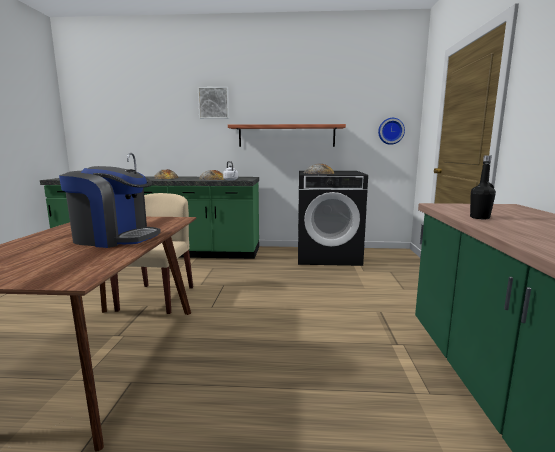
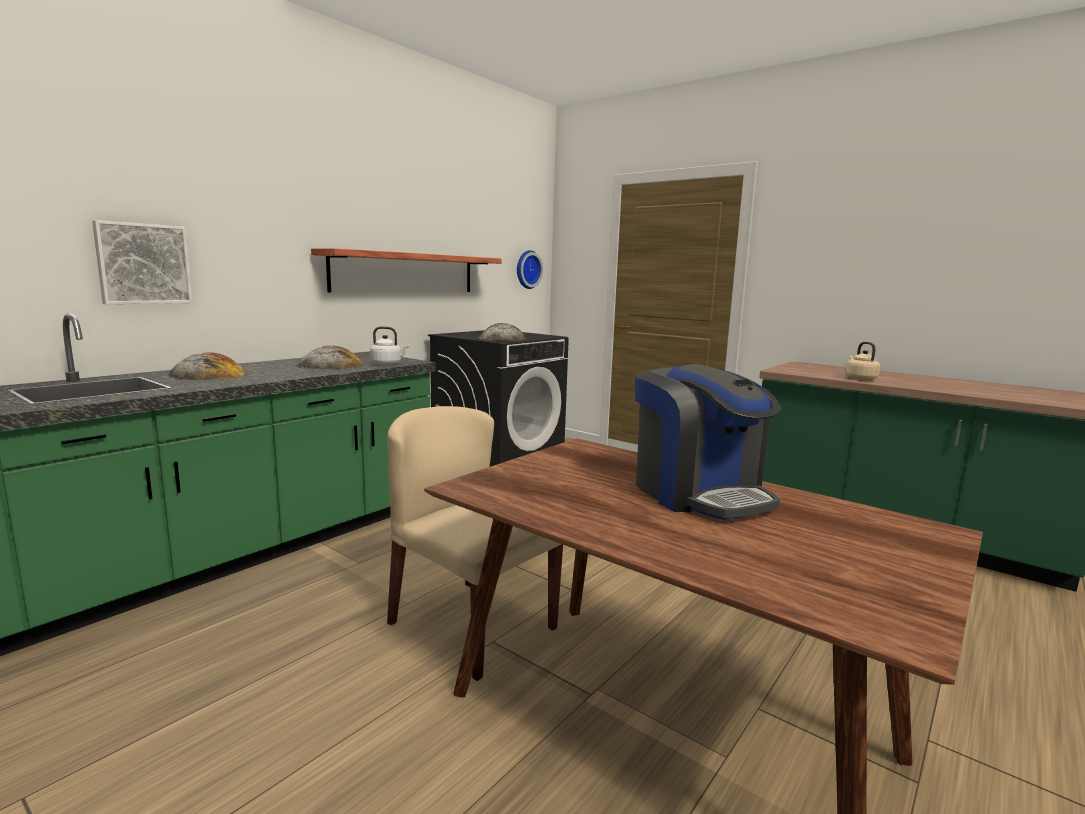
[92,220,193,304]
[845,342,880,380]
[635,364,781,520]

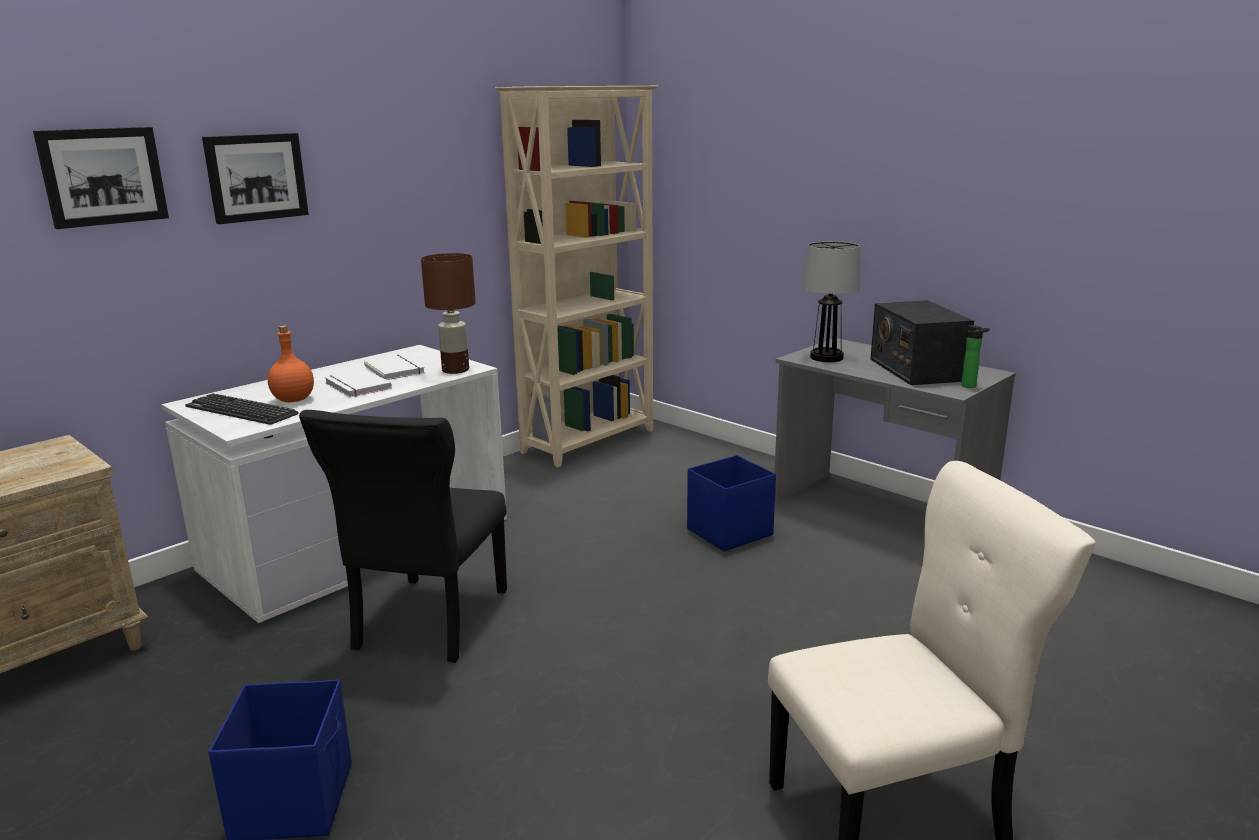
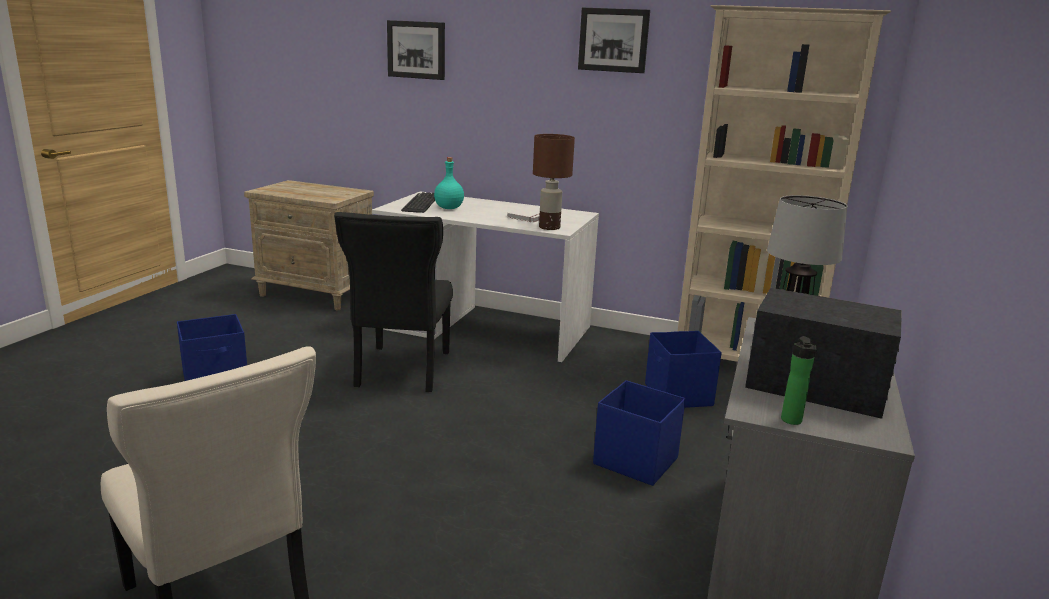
[325,369,392,397] (first image)
[645,331,722,408]
[578,8,650,73]
[434,157,464,209]
[334,212,453,392]
[745,288,902,419]

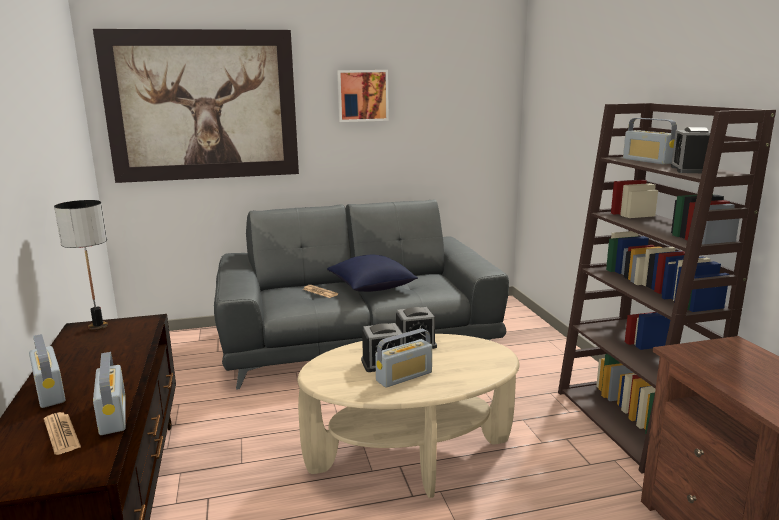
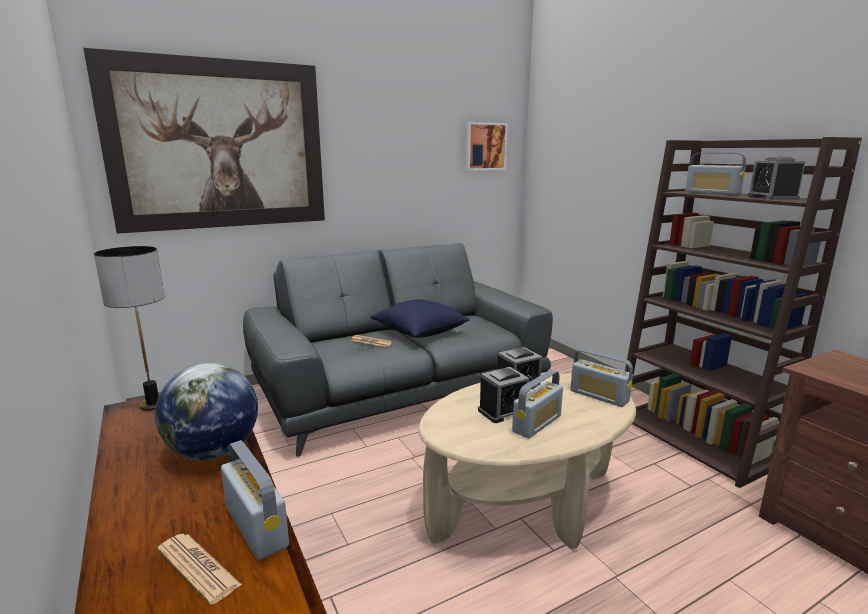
[155,363,258,460]
[571,349,633,407]
[465,122,508,171]

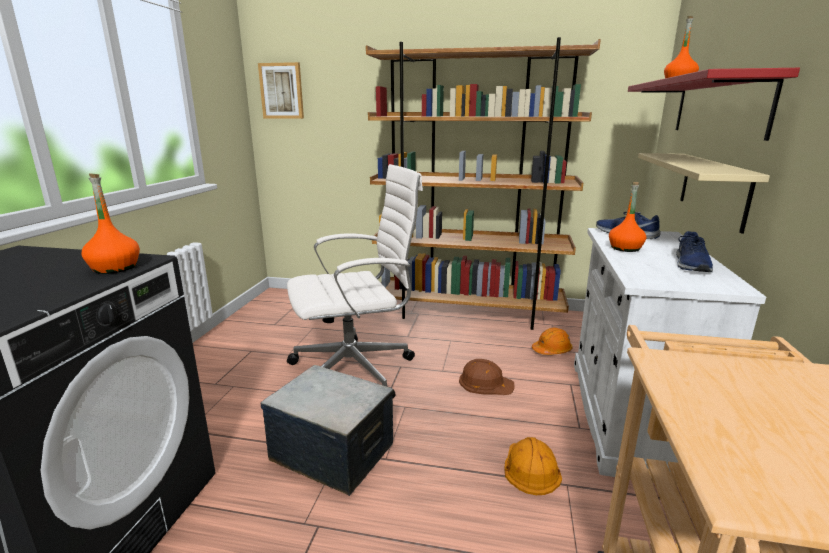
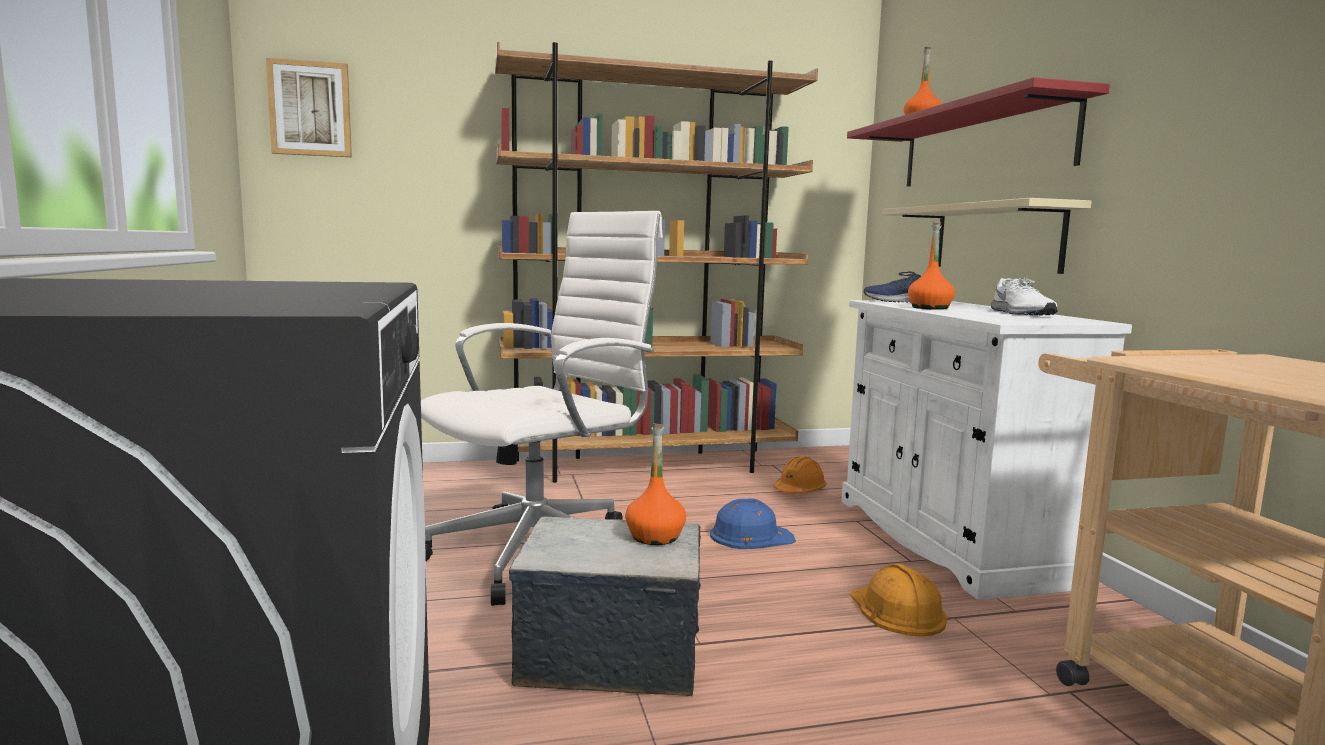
[625,424,686,545]
[710,499,796,549]
[991,277,1058,315]

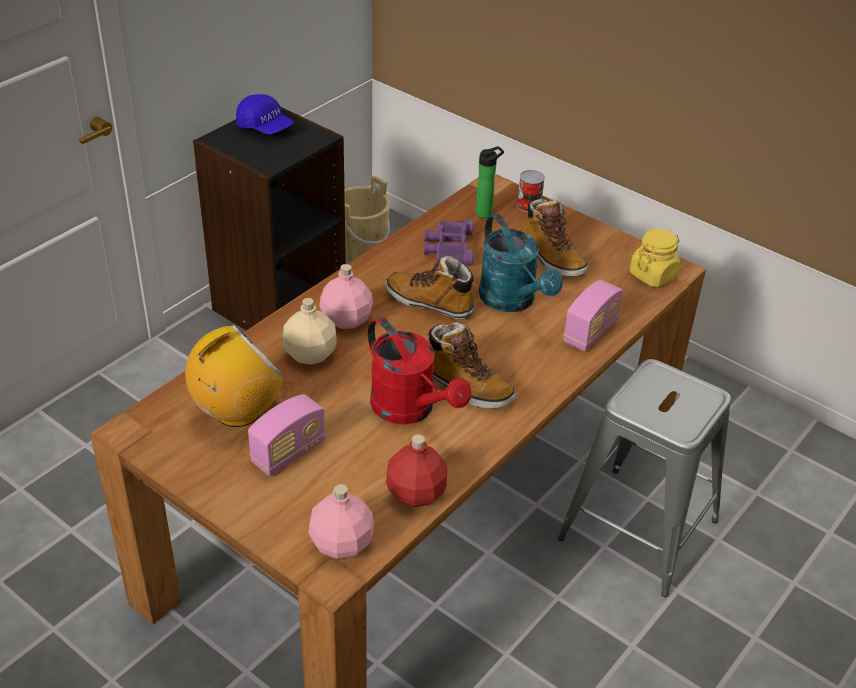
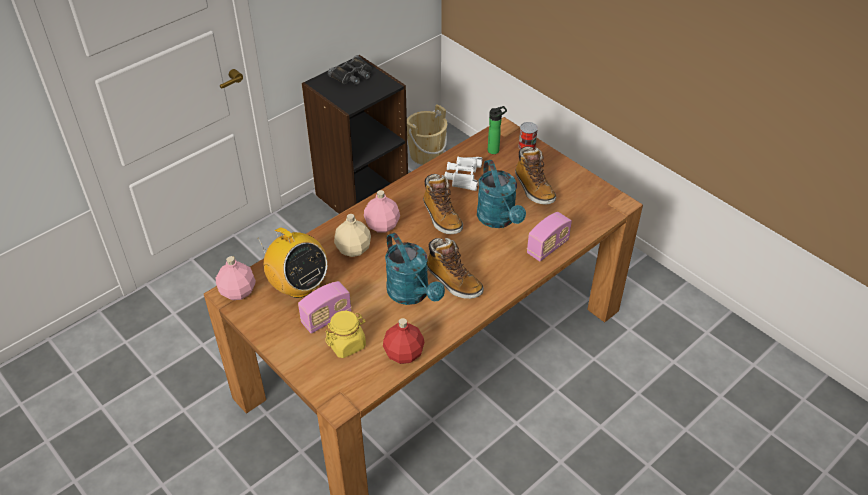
[558,359,731,597] (first image)
[216,256,256,300]
[325,311,366,358]
[328,55,372,85]
[385,233,445,305]
[445,157,482,191]
[258,228,328,298]
[423,174,463,234]

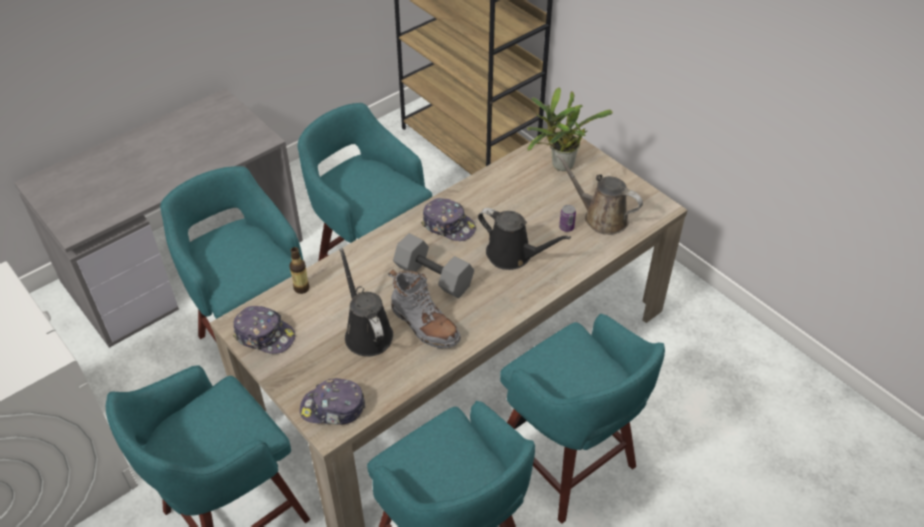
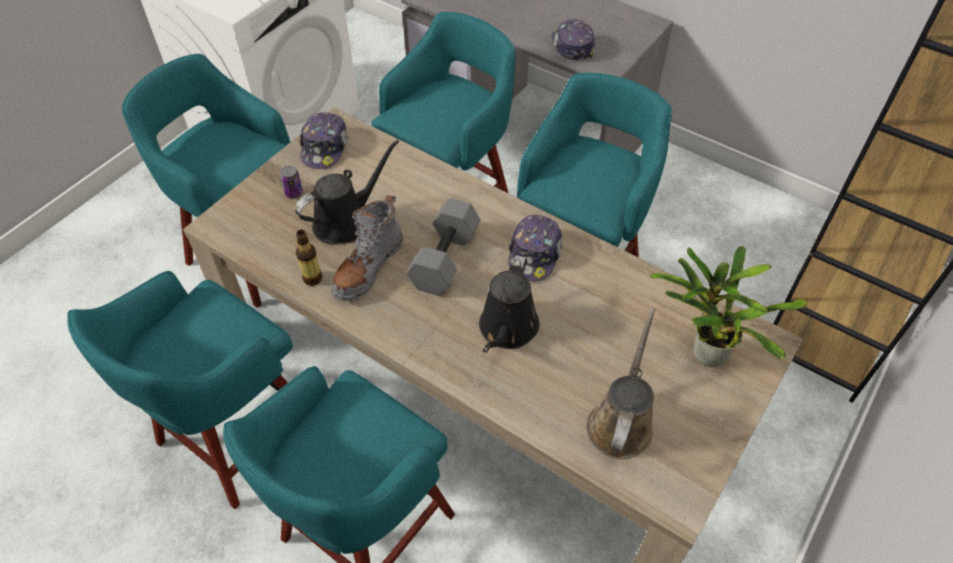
[296,230,322,286]
[551,19,595,60]
[280,165,303,198]

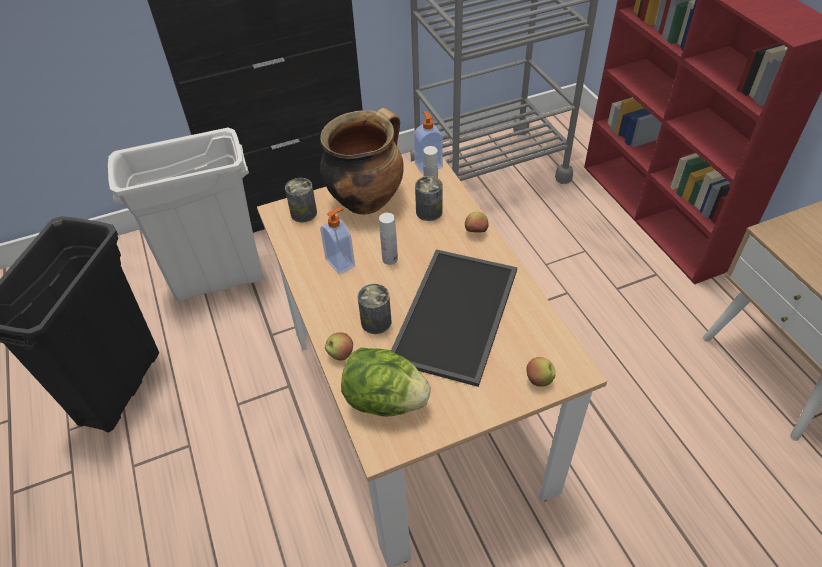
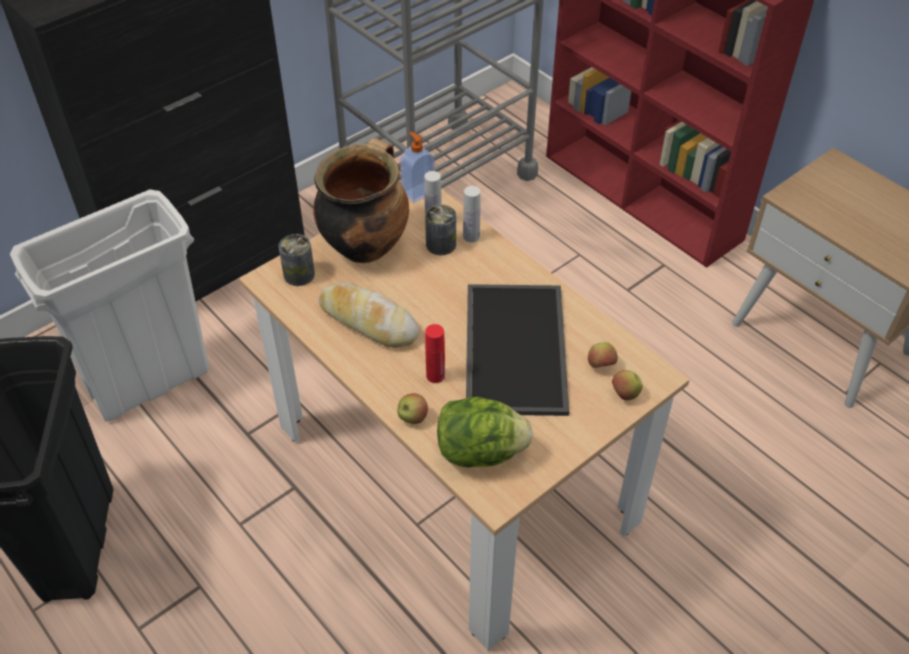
[463,186,481,243]
[588,342,618,368]
[319,282,419,348]
[425,324,445,383]

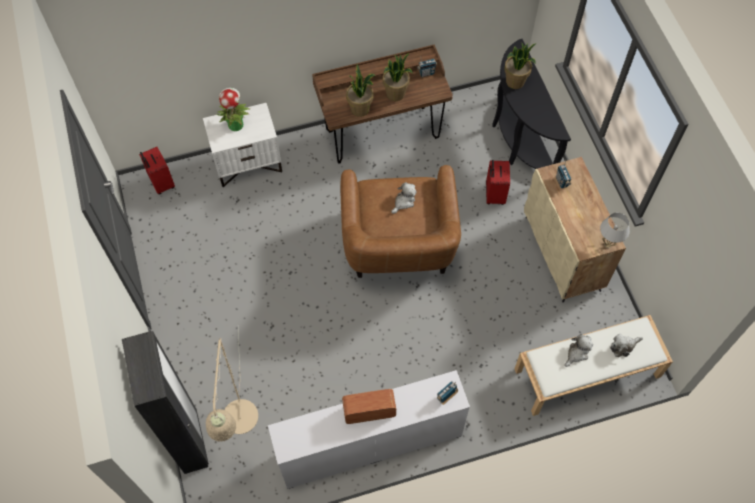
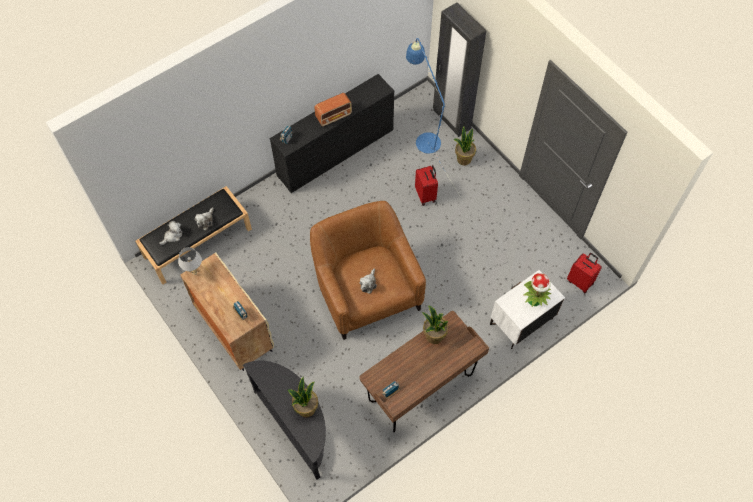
[453,127,476,165]
[415,165,438,206]
[406,38,461,197]
[270,74,395,193]
[135,186,252,285]

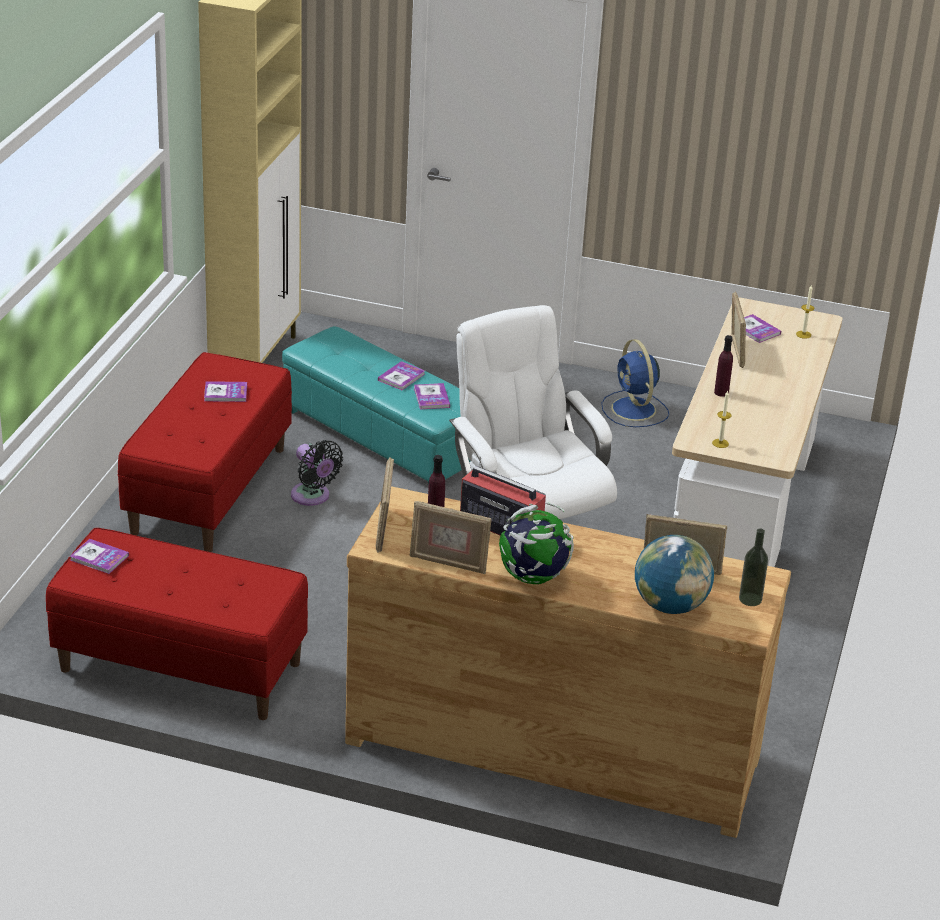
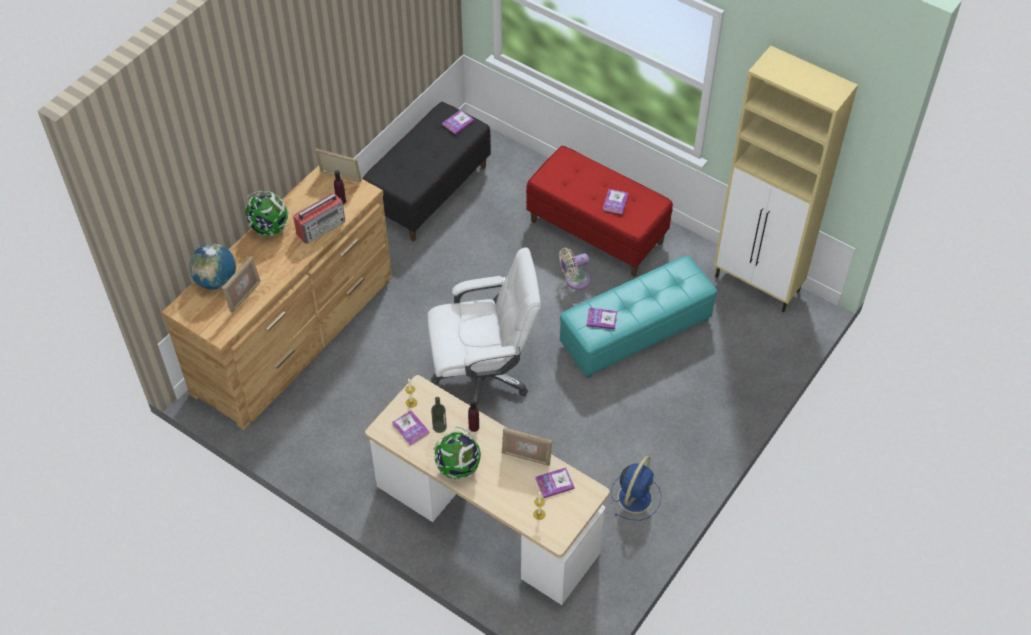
[410,501,492,574] (first image)
[433,427,481,480]
[392,411,430,445]
[431,397,447,433]
[363,102,491,241]
[559,248,591,290]
[611,456,662,521]

